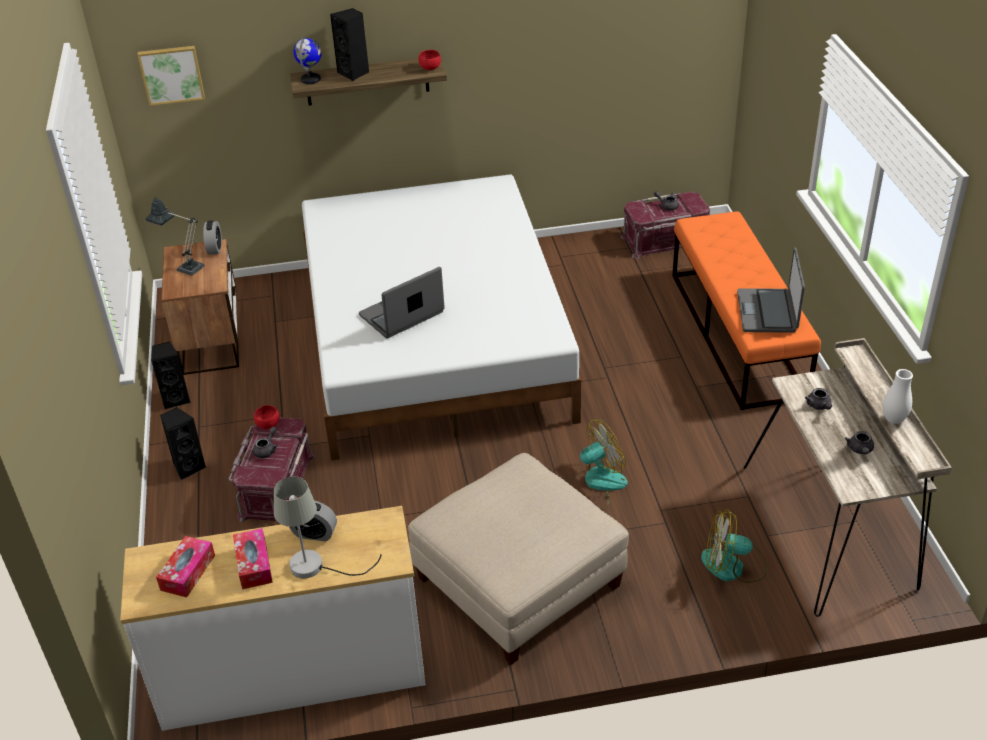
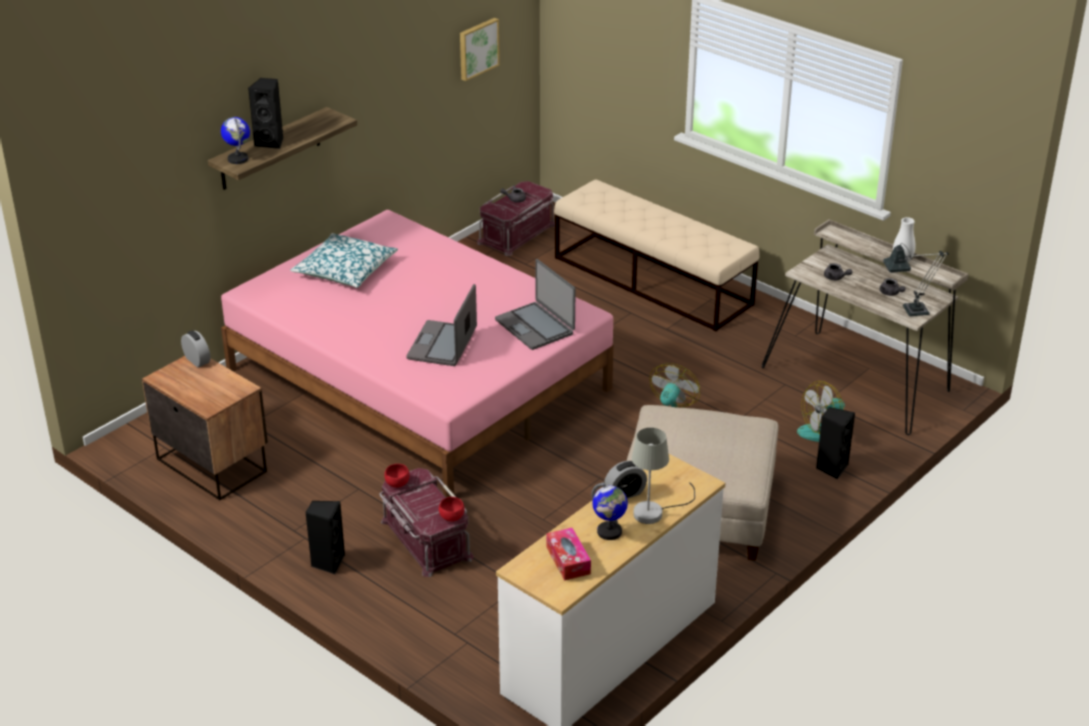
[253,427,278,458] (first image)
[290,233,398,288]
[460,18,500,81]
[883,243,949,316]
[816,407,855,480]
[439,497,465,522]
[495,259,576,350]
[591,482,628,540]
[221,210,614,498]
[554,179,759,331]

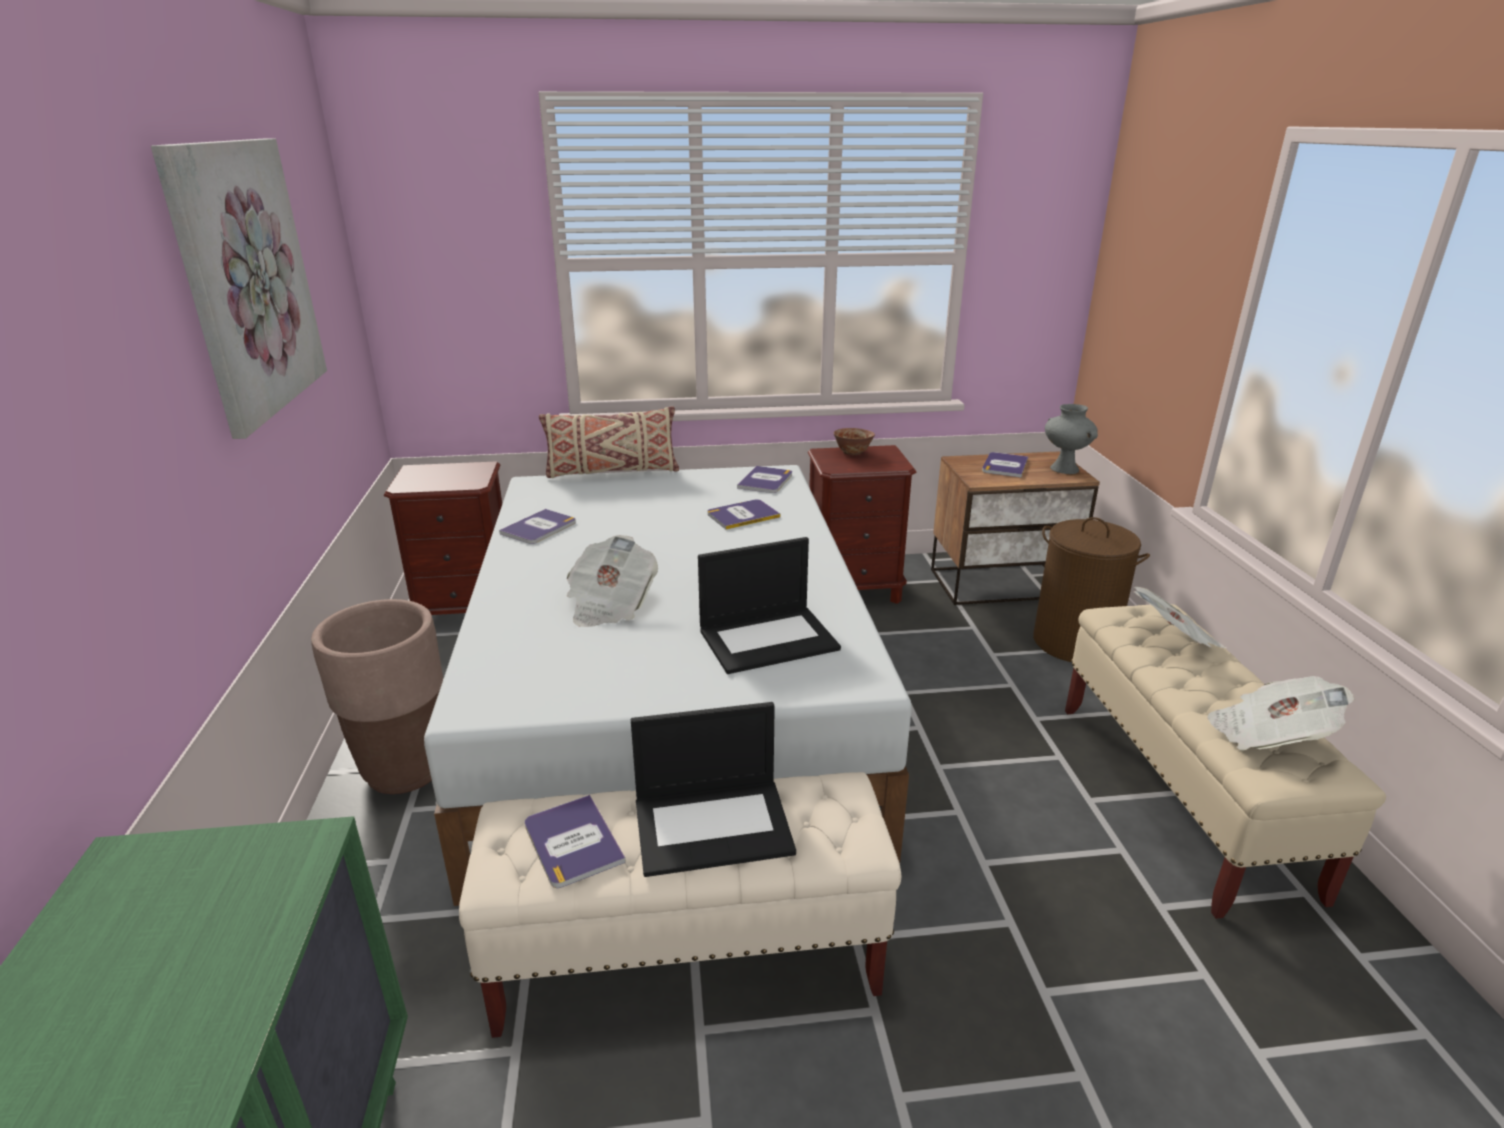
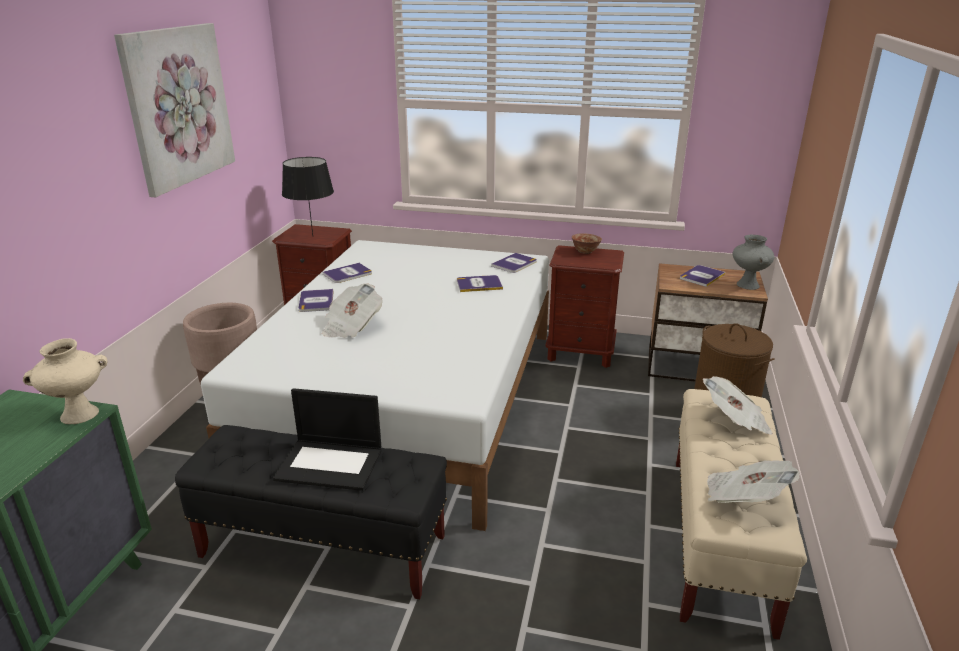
[539,406,679,478] (first image)
[698,537,841,674] (first image)
[23,338,107,424]
[282,157,334,236]
[299,289,333,312]
[175,425,447,599]

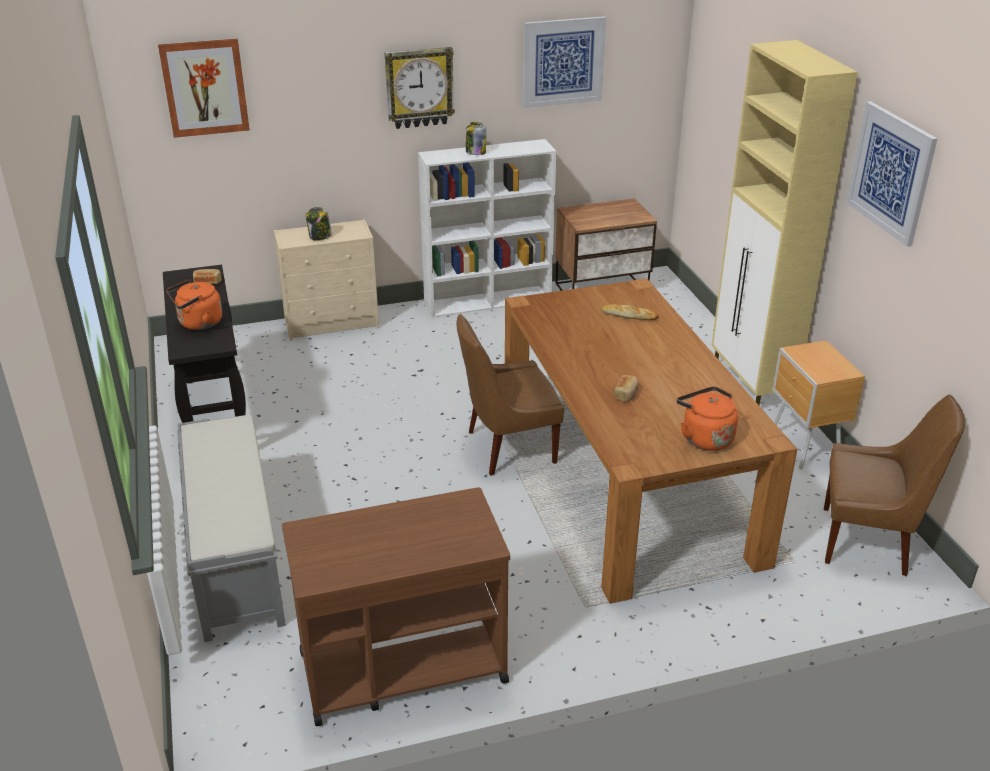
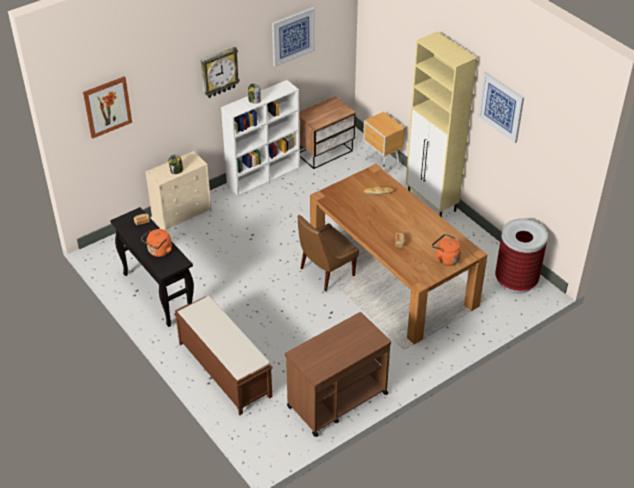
[363,112,405,171]
[495,219,548,294]
[174,296,273,415]

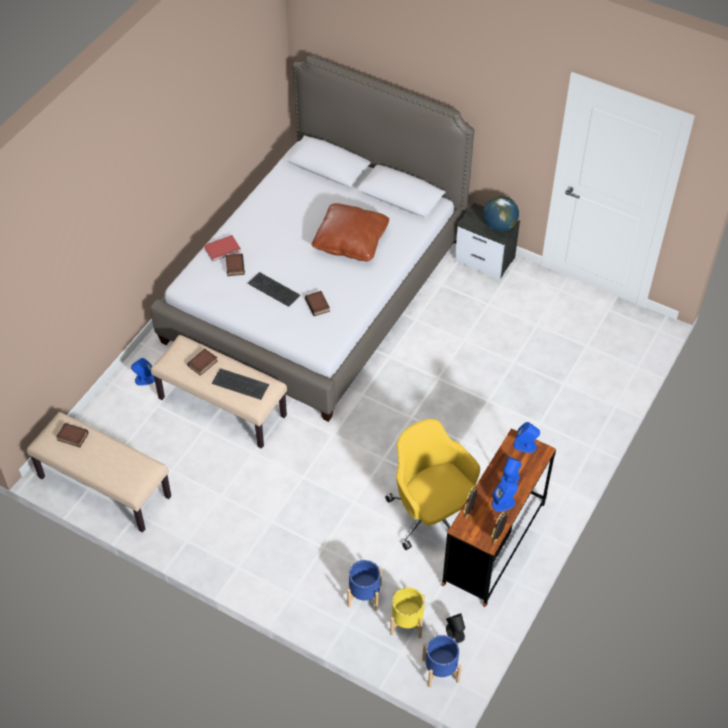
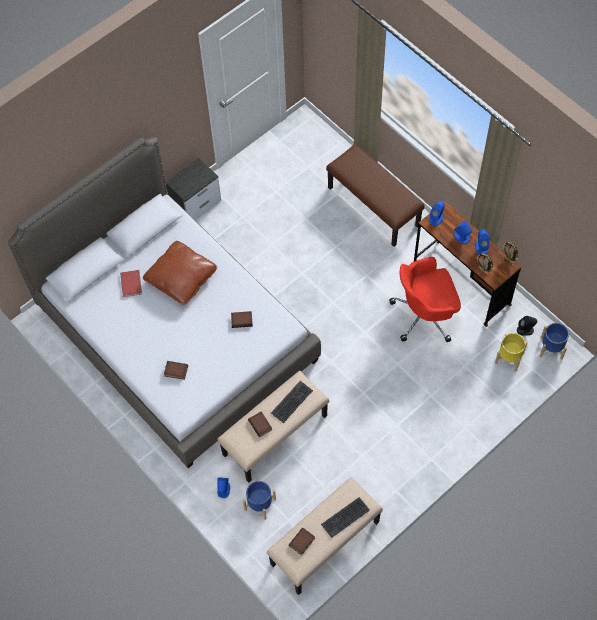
[483,196,519,232] (first image)
[326,144,425,247]
[120,270,142,297]
[321,497,370,538]
[243,481,276,520]
[389,257,461,342]

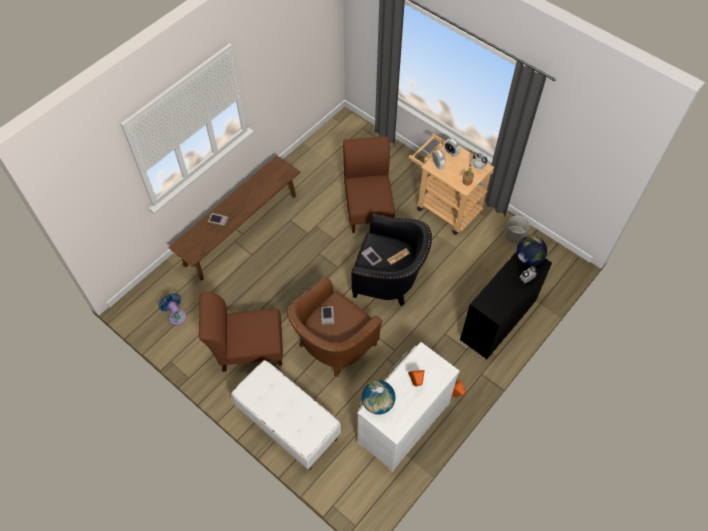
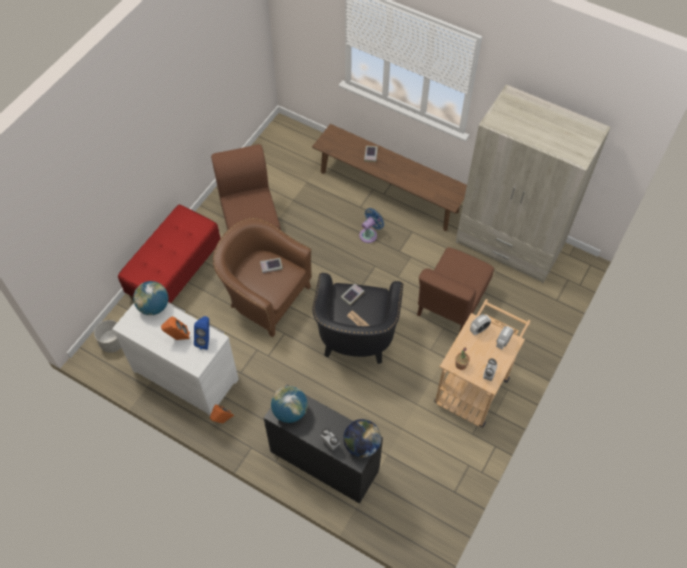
[194,316,209,350]
[271,386,308,423]
[456,85,611,283]
[359,208,384,243]
[94,320,121,353]
[118,205,221,304]
[417,247,494,333]

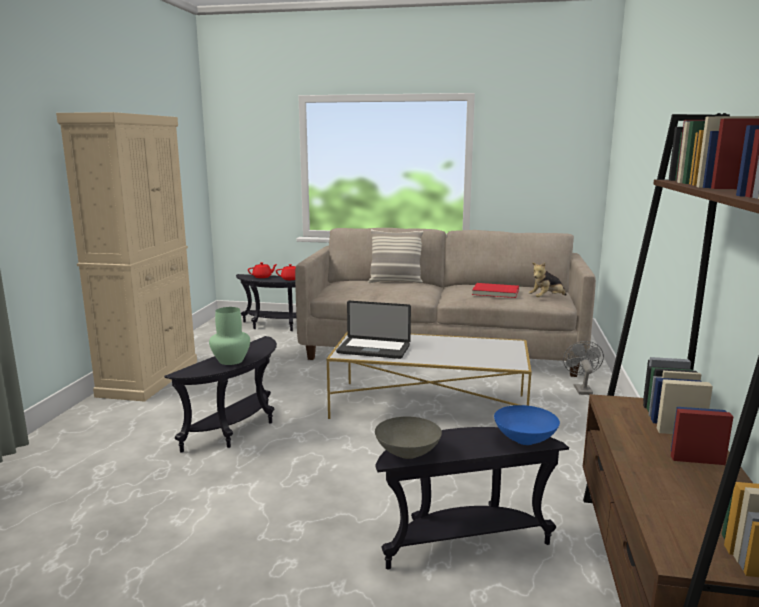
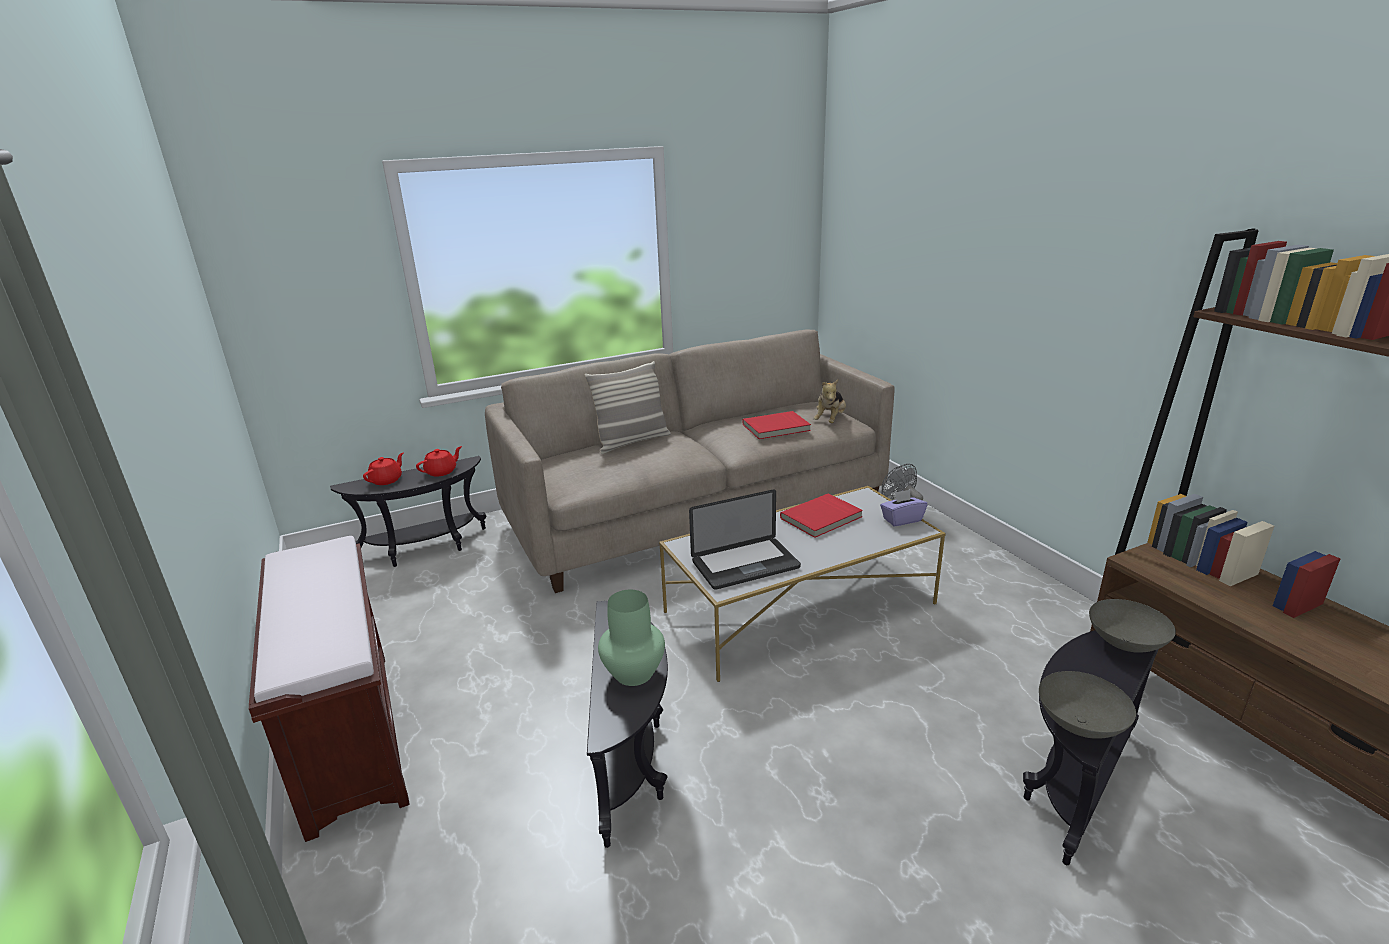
[780,493,863,538]
[880,489,928,526]
[249,536,410,842]
[1089,599,1176,653]

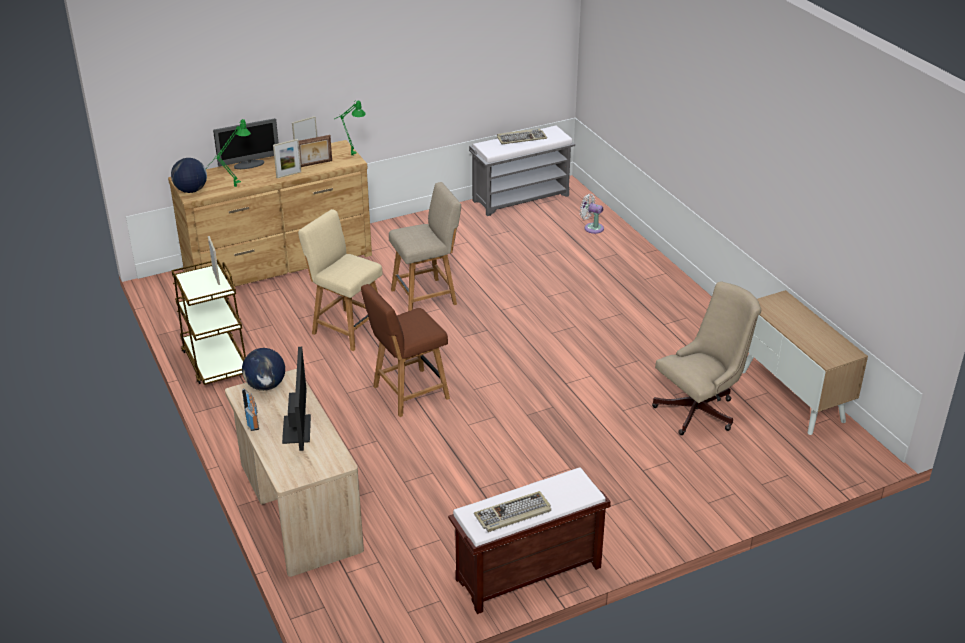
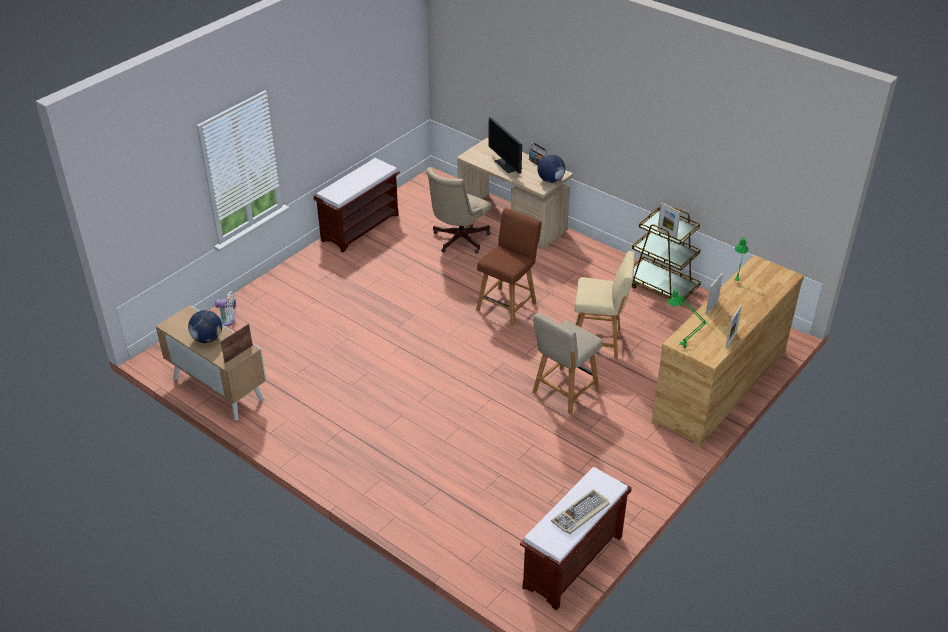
[213,118,279,169] (first image)
[474,491,551,532] (first image)
[188,310,222,343]
[220,324,253,363]
[215,292,237,326]
[426,167,492,253]
[520,467,632,611]

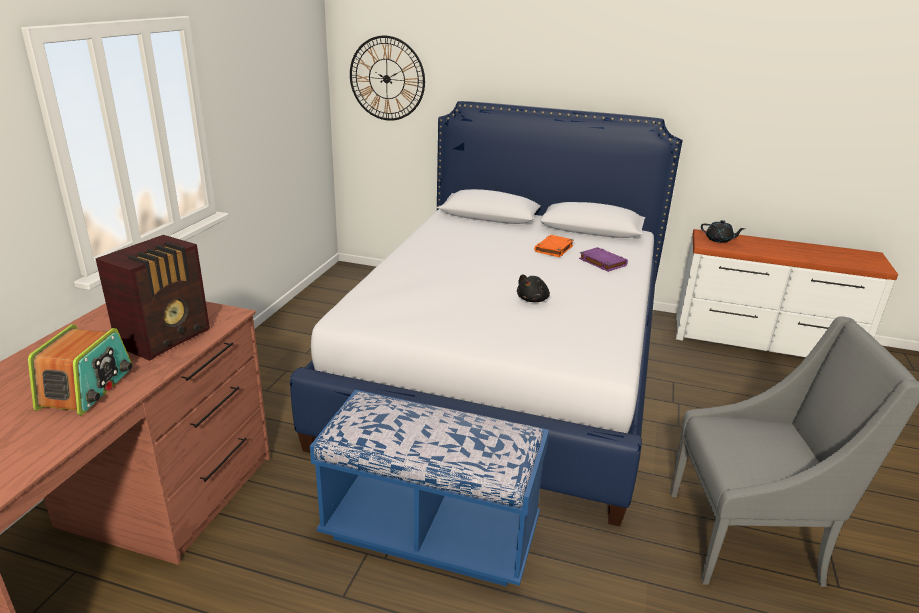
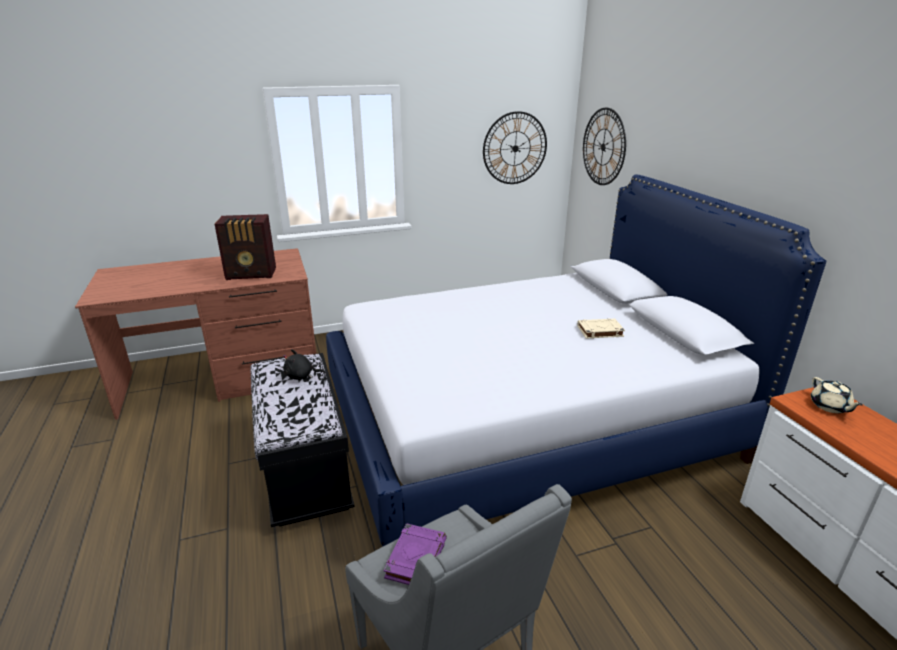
[28,324,132,415] (first image)
[483,111,547,184]
[283,349,325,380]
[383,523,447,585]
[250,353,355,527]
[577,318,625,339]
[811,377,863,413]

